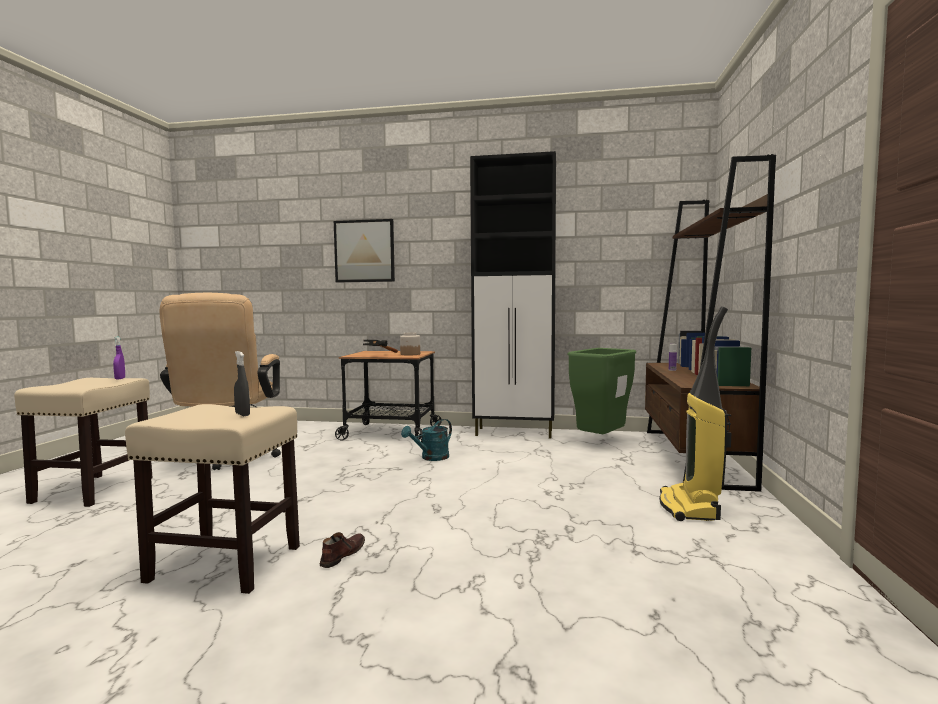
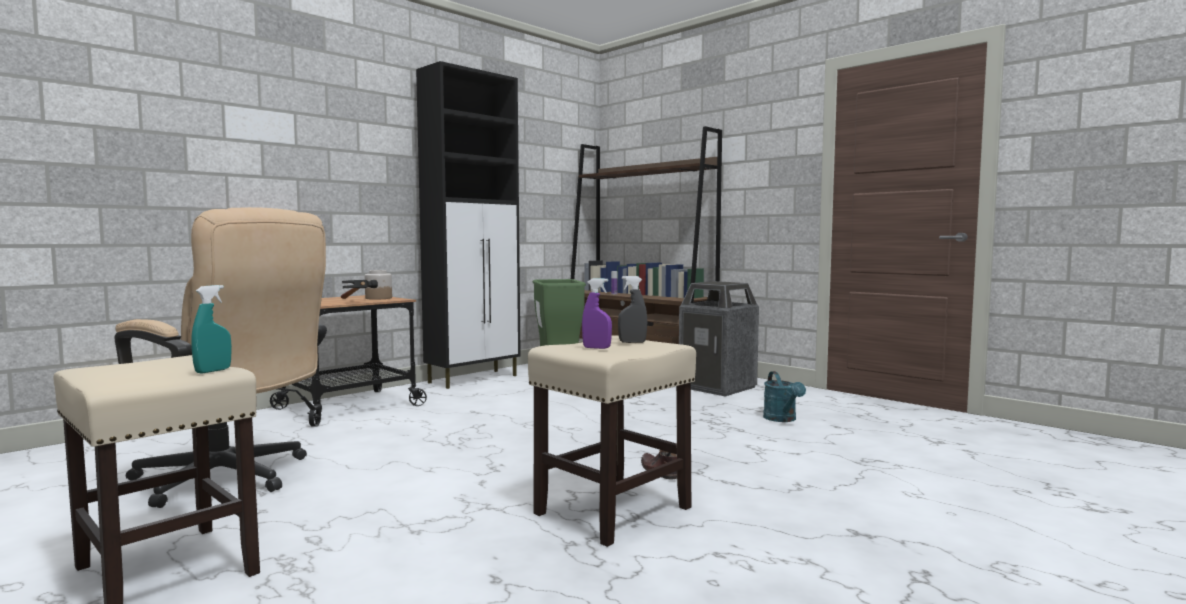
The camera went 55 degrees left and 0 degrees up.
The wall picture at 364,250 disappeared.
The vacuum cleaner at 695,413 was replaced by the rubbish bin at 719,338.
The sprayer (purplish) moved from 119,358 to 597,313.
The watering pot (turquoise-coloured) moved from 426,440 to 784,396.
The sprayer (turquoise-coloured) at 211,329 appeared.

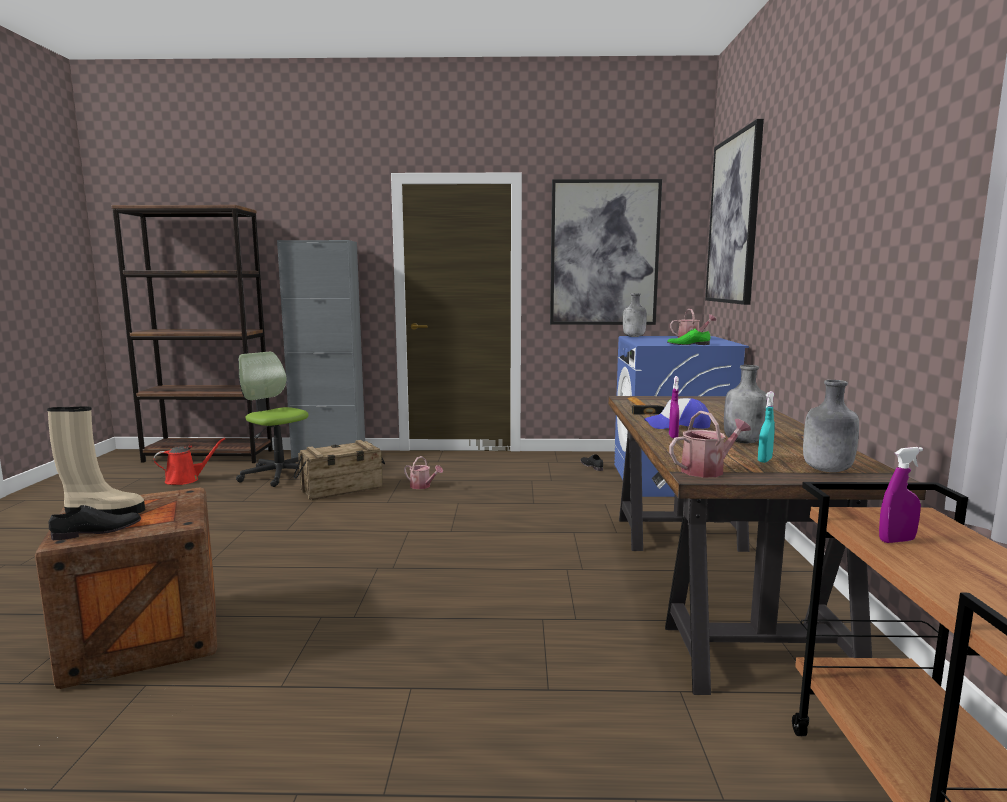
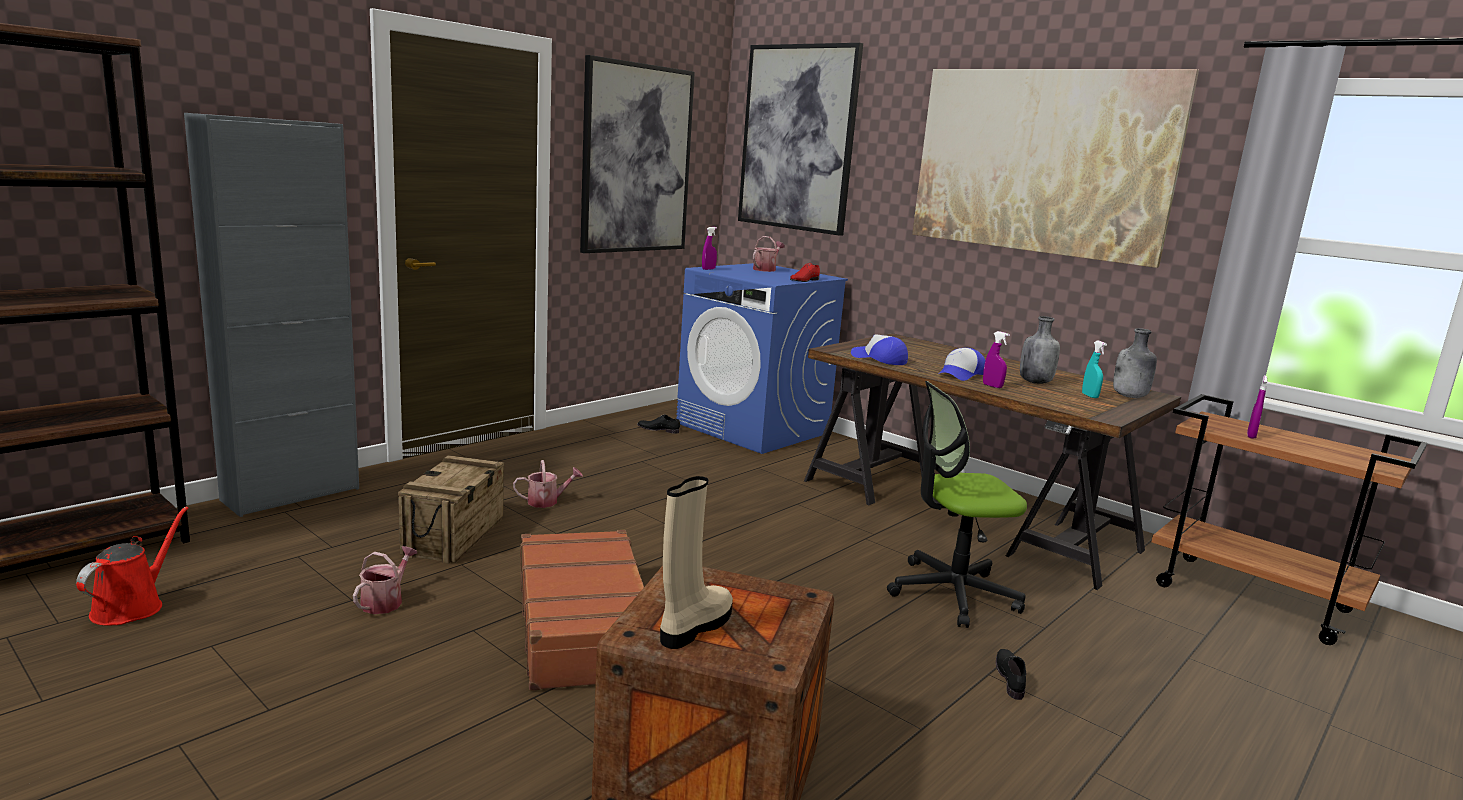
The camera went 50 degrees left and 5 degrees up.
The drink bottle (grey) at 635,315 was replaced by the sprayer (purplish) at 709,248.
The item of footwear (green) at 688,336 became the item of footwear (red) at 805,272.
The desk chair moved from 272,419 to 957,504.
The hand hammer at 646,406 was replaced by the cap at 879,349.
The watering pot moved from 710,444 to 385,580.
The item of footwear (blackish) moved from 95,522 to 1011,674.
The wall picture at 1055,168 appeared.
The suitcase (brown-coloured) at 582,610 appeared.

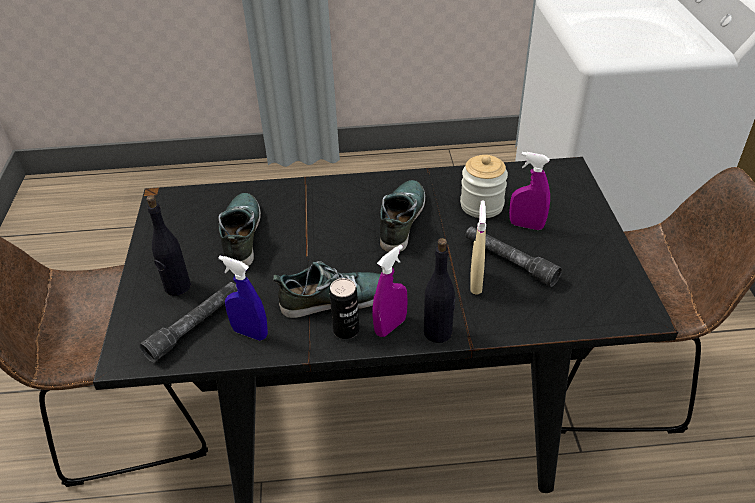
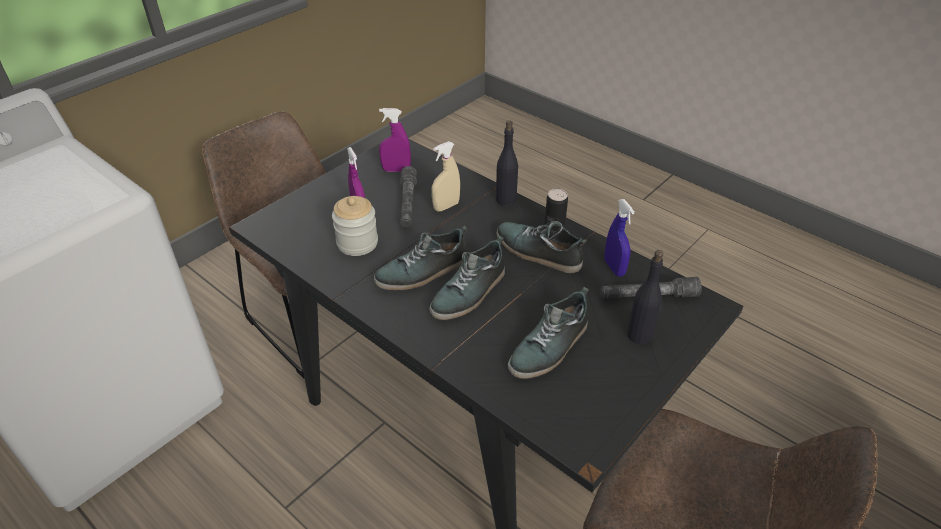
The camera went 135 degrees left and 0 degrees up.
The sprayer (purplish) moved from 390,291 to 395,140.
The item of footwear at 467,278 appeared.

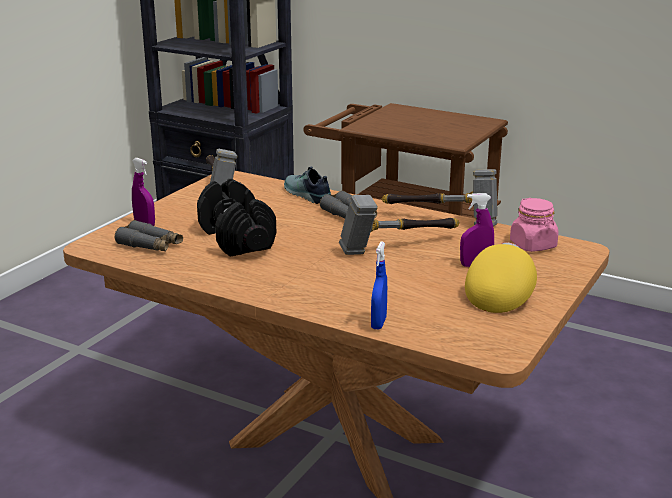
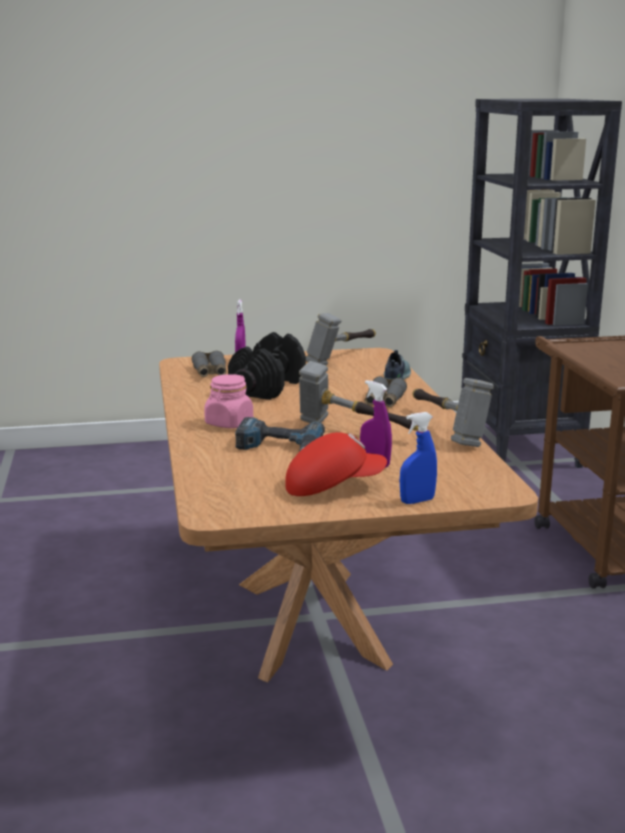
The camera went 50 degrees right and 5 degrees down.
The preserve jar (pink-coloured) moved from 534,225 to 228,401.
The sprayer (bluish) moved from 379,285 to 418,458.
The cap (yellowish) at 501,277 became the cap (red) at 336,464.
The electric drill at 280,434 appeared.

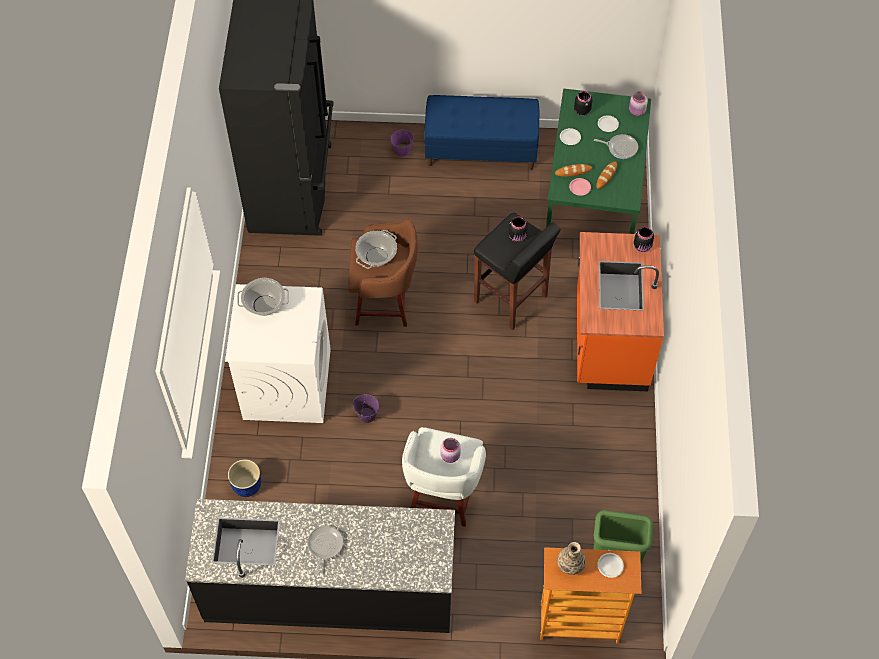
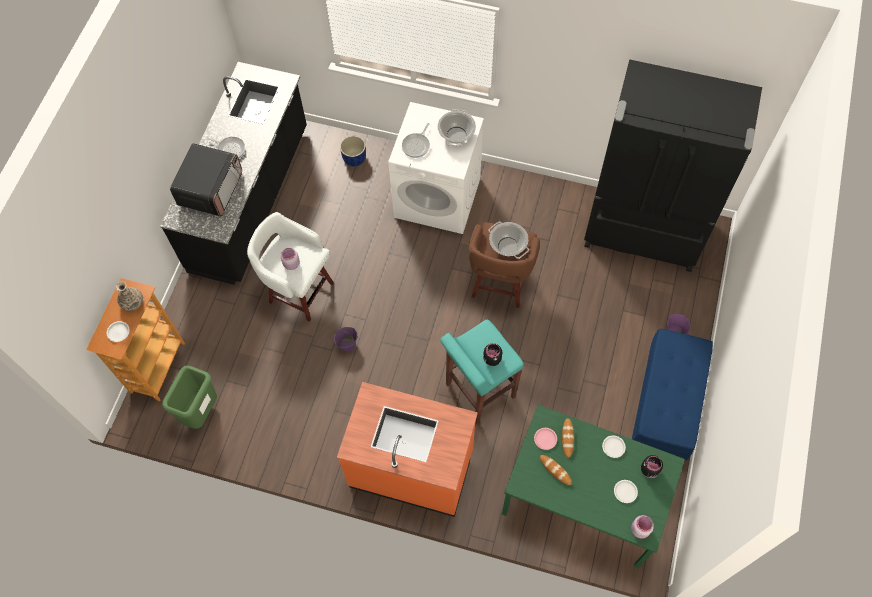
The camera went 105 degrees right and 5 degrees up.
The skillet moved from 616,146 to 415,140.
The stool seat (blackish) at 517,271 became the stool seat (turquoise-coloured) at 482,372.
The preserve jar (blackish) at 644,239 disappeared.
The bucket (purplish) moved from 366,408 to 345,339.
The microwave at 206,179 appeared.

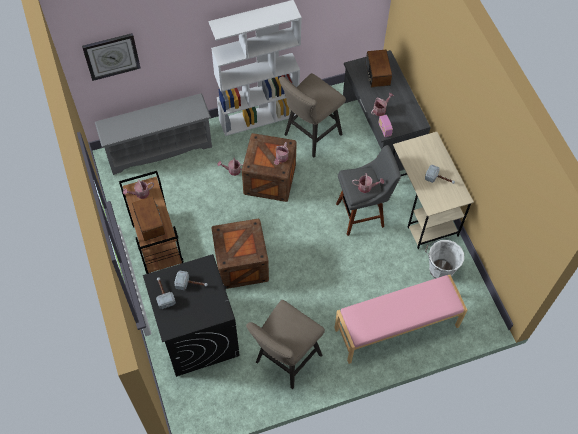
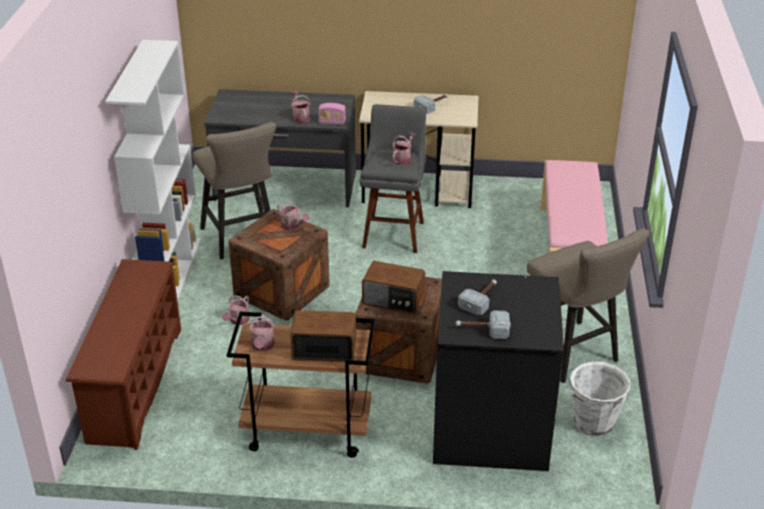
The camera went 65 degrees left and 25 degrees down.
The wall clock at 111,57 disappeared.
The radio receiver moved from 379,68 to 393,287.
The shoe stand (grey) at 153,134 became the shoe stand (brown-coloured) at 123,354.
The bucket (white-coloured) moved from 444,258 to 599,399.

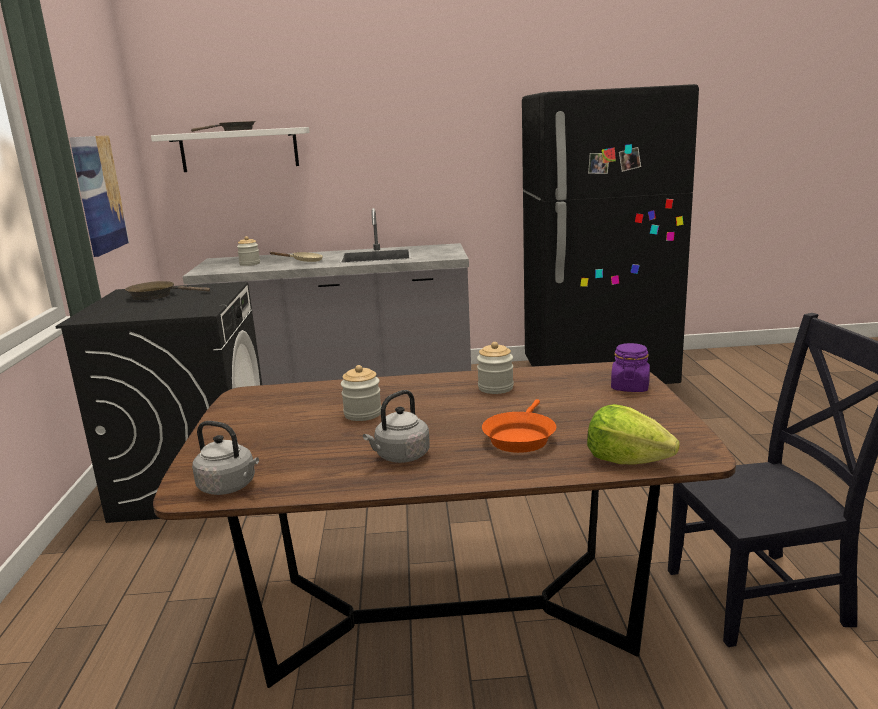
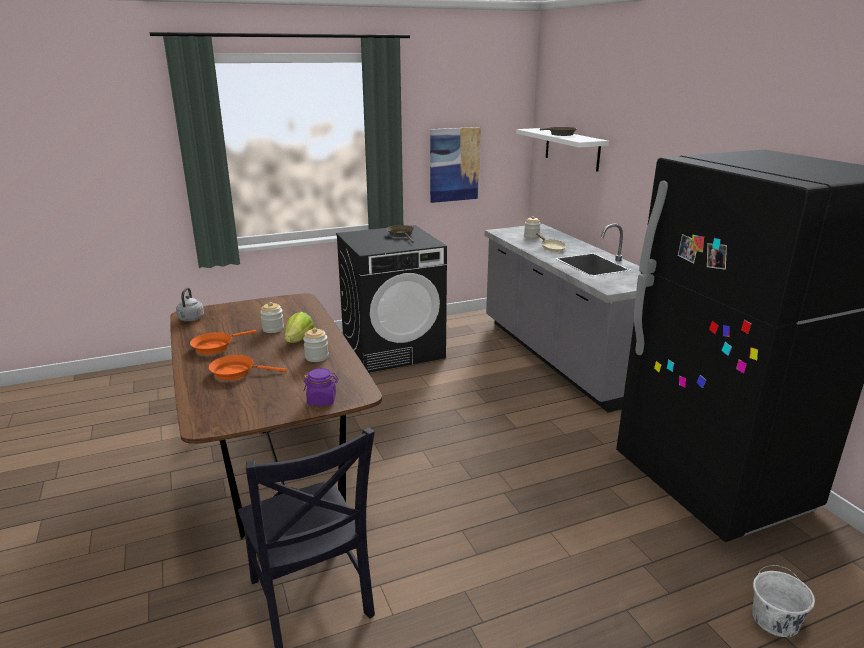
The camera went 70 degrees right and 5 degrees up.
The water kettle (grey) at 396,426 was replaced by the skillet (orangey) at 223,342.
The lettuce head moved from 633,434 to 299,327.
The bucket (white-coloured) at 783,601 appeared.

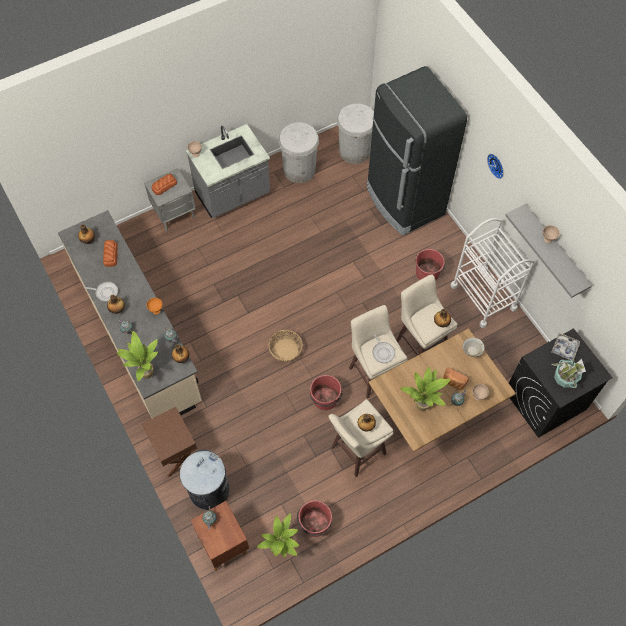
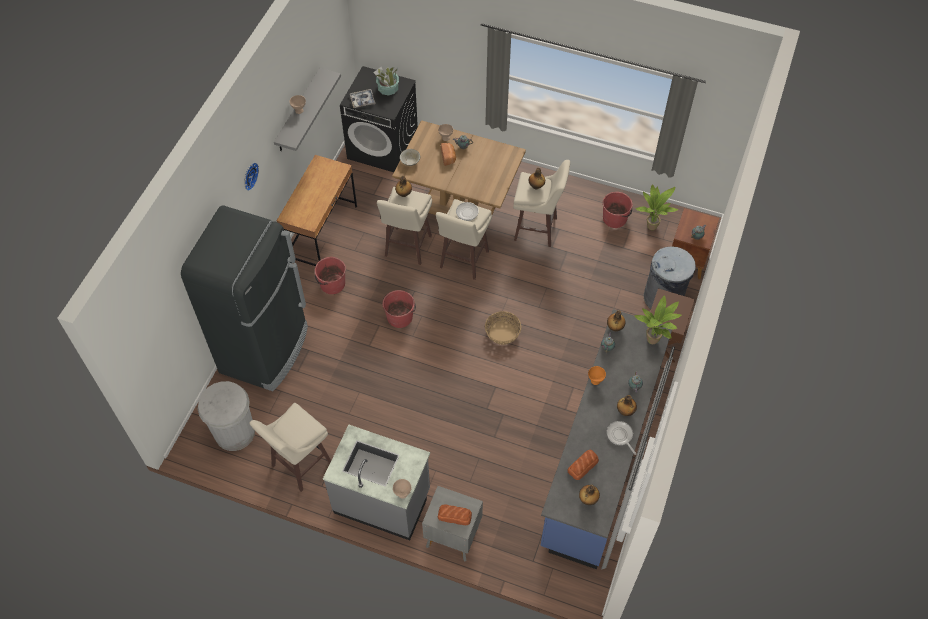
The camera went 130 degrees left and 5 degrees down.
The rubbish bin (white-coloured) at 299,152 was replaced by the stool seat (beige-coloured) at 290,447.
The kitchen base unit (beige-coloured) at 130,314 became the kitchen base unit (bluish) at 606,439.
The wheeled cart (white-coloured) at 493,273 was replaced by the desk (brown-coloured) at 317,210.
The potted plant at 425,389 disappeared.
The bucket (red) moved from 326,392 to 399,309.

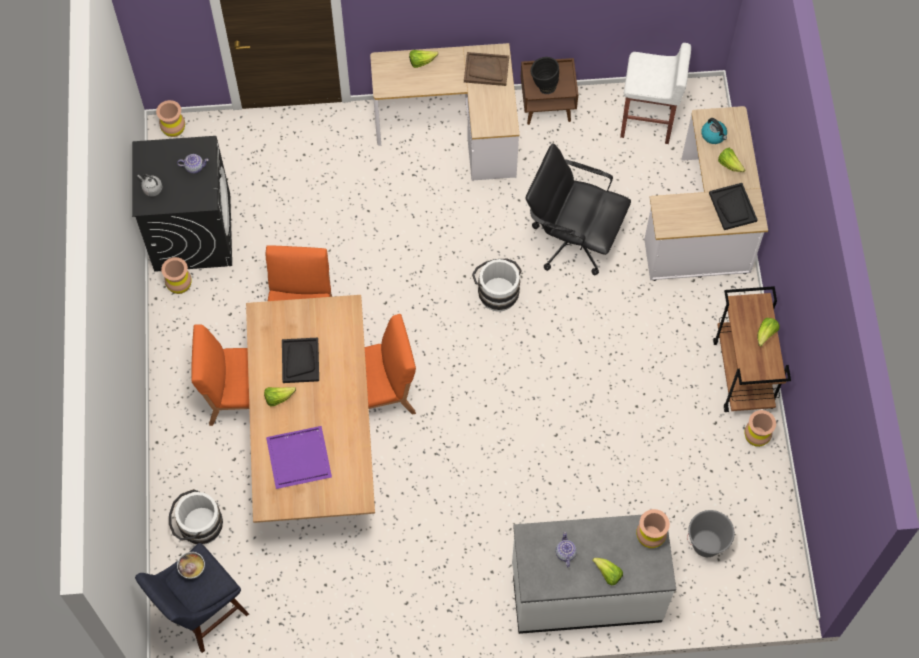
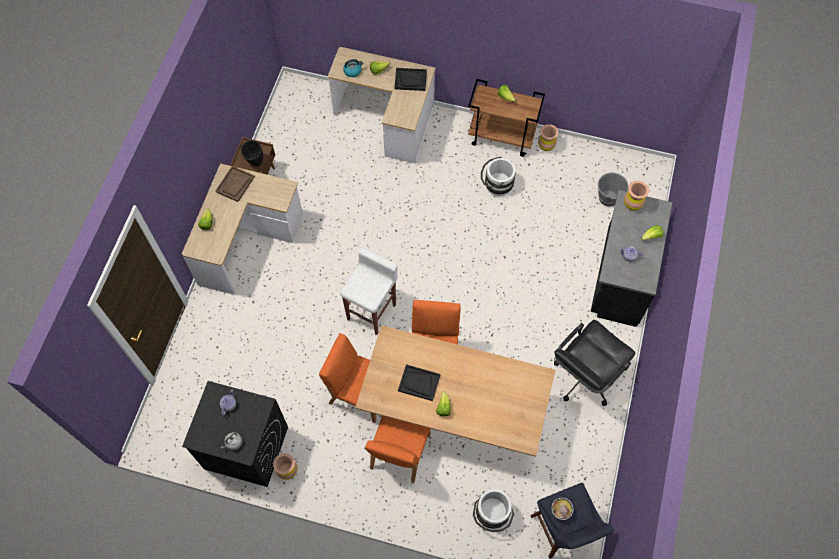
The camera went 70 degrees left and 0 degrees up.
The stool seat (white-coloured) moved from 655,93 to 369,291.
The flower vase (brown-coloured) at 170,118 disappeared.
The desk chair (blackish) moved from 578,209 to 595,363.
The bucket (white-coloured) moved from 497,285 to 498,176.
The serving tray (purplish) at 299,457 disappeared.
The kitchen base unit (white-coloured) at 594,573 became the kitchen base unit (blackish) at 631,258.

